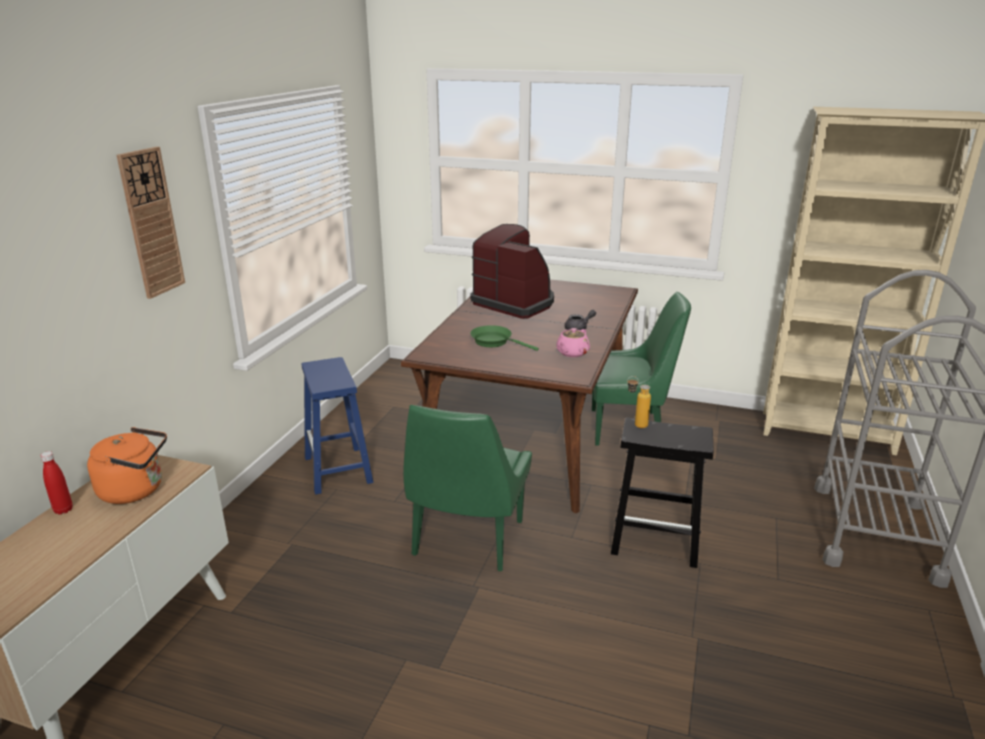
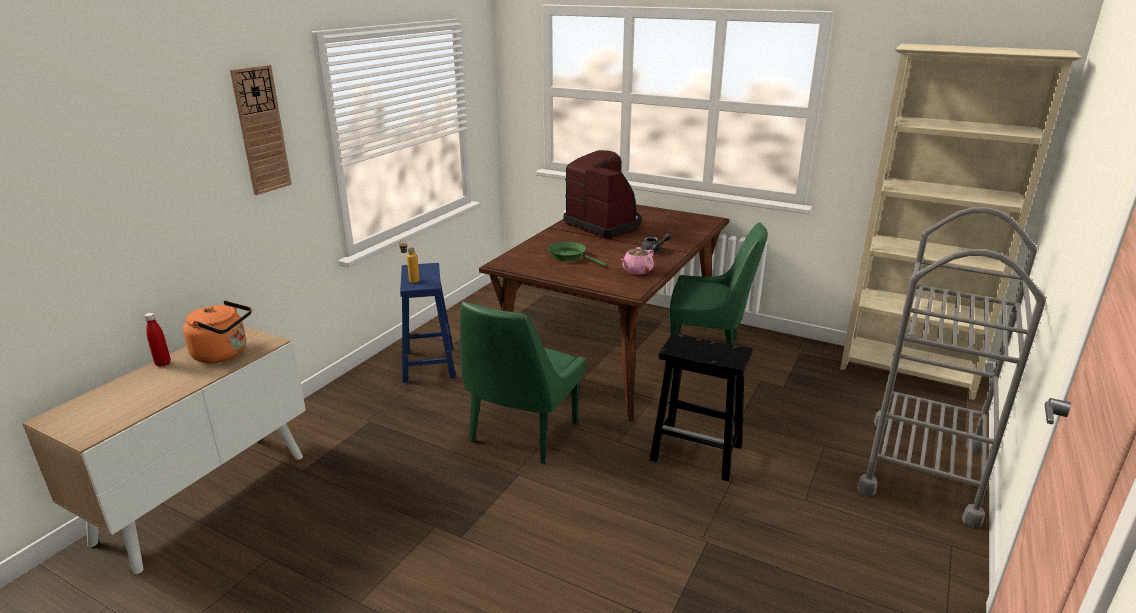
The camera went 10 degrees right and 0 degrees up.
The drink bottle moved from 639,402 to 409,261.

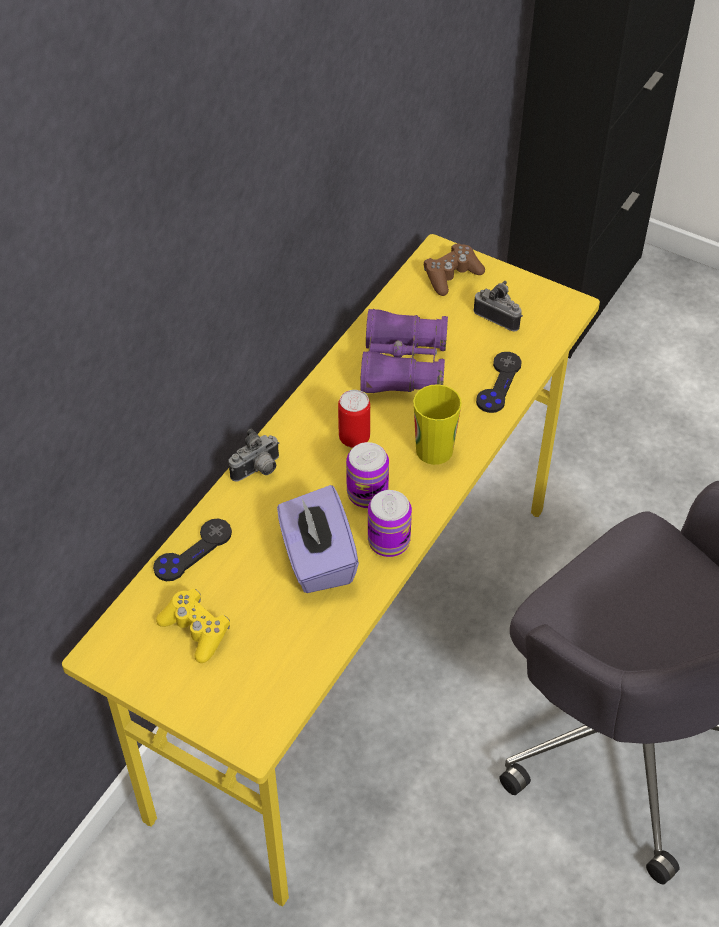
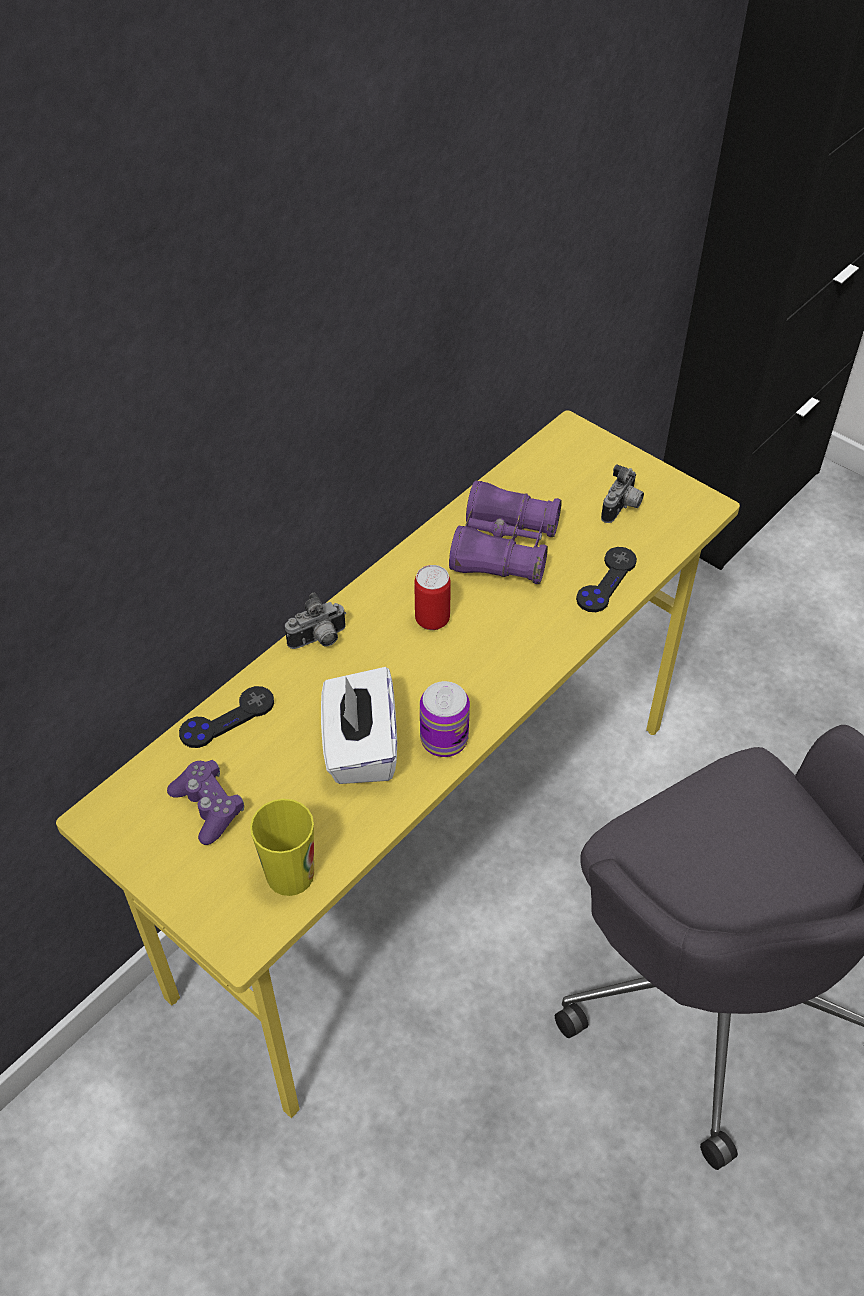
The camera went 10 degrees right and 0 degrees up.
The game controller (brown-coloured) at 454,269 disappeared.
The photo camera at 498,306 turned 75 degrees clockwise.
The cup moved from 437,424 to 282,847.
The sealed can at 367,475 disappeared.
The box of tissues (purplish) at 318,539 became the box of tissues (white-coloured) at 359,725.
The game controller (yellowish) at 193,625 became the game controller (purplish) at 205,802.

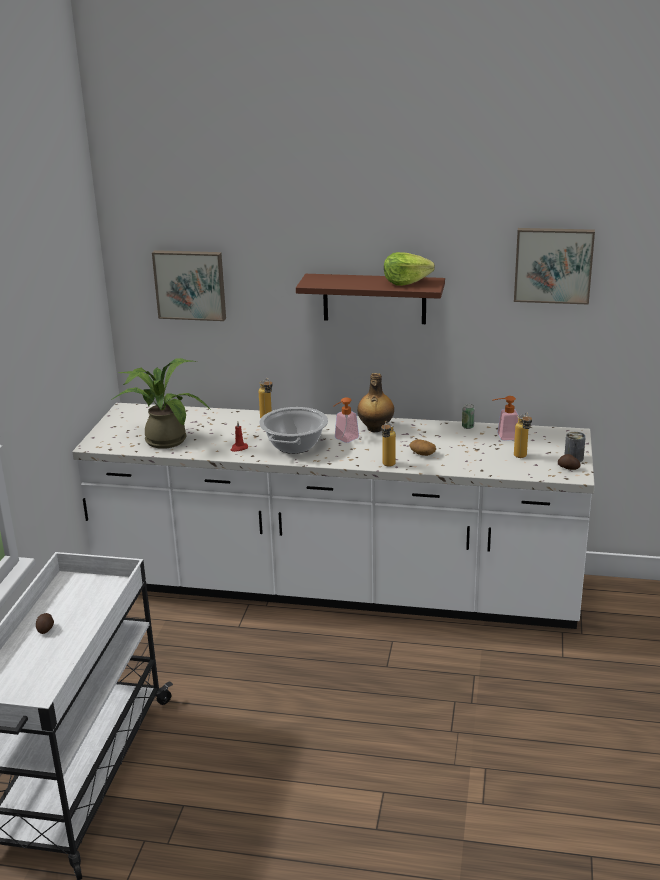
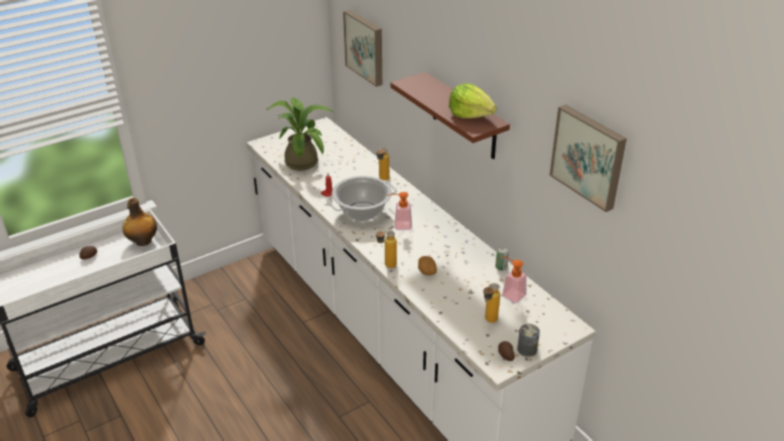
The camera went 45 degrees right and 10 degrees up.
The drink bottle moved from 375,402 to 139,222.

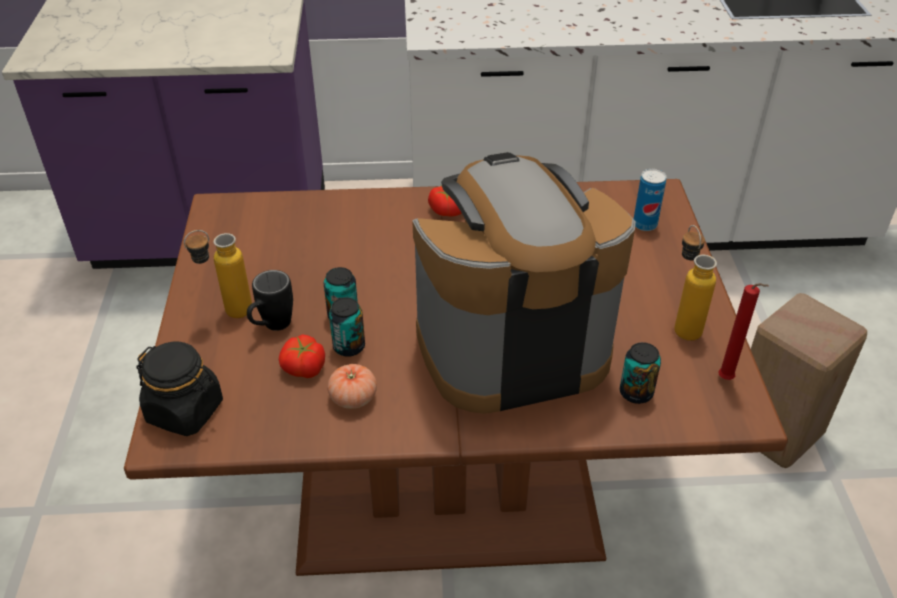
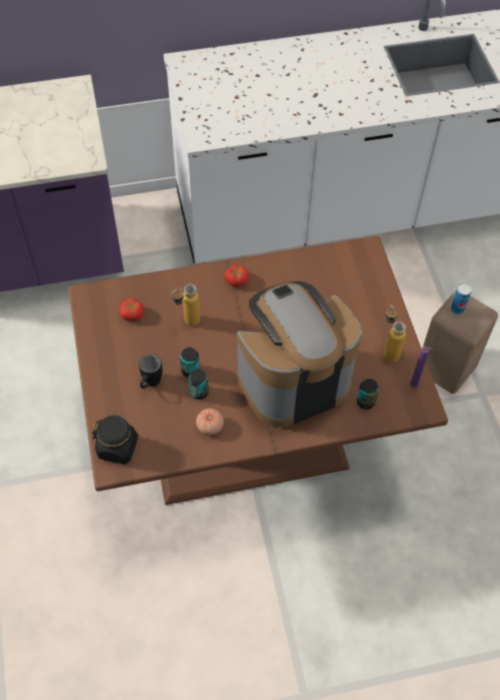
The camera went 10 degrees left and 15 degrees up.
The sealed can moved from 650,200 to 461,298.
The drink bottle moved from 218,274 to 185,305.
The wax candle (red) at 743,331 became the wax candle (purplish) at 422,367.
The tomato moved from 302,356 to 131,309.

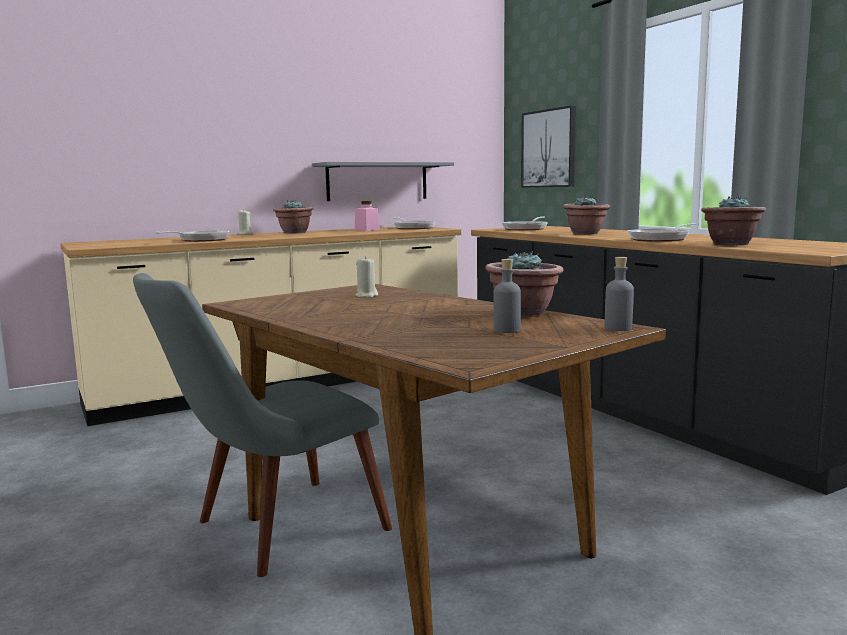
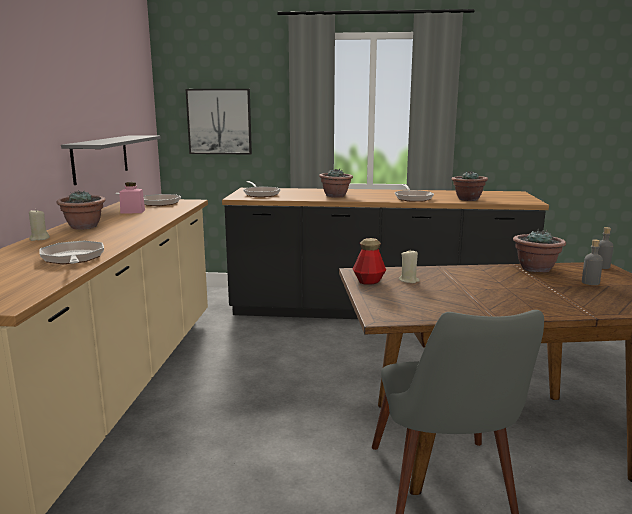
The camera went 55 degrees left and 5 degrees up.
The drink bottle at 369,261 appeared.

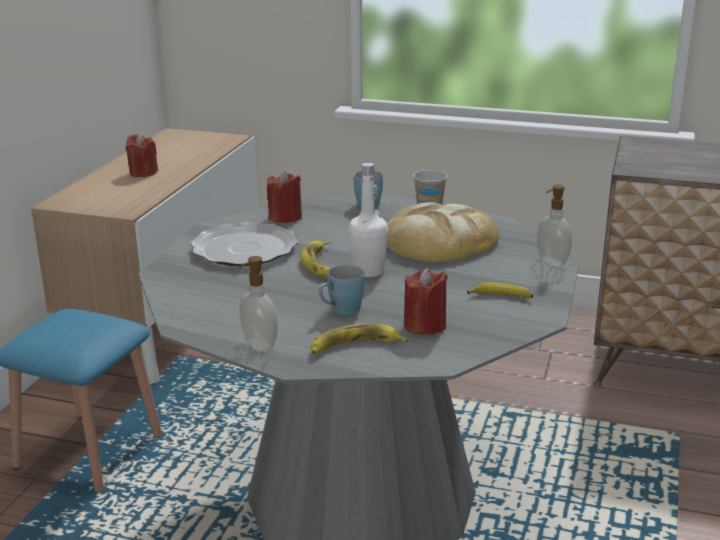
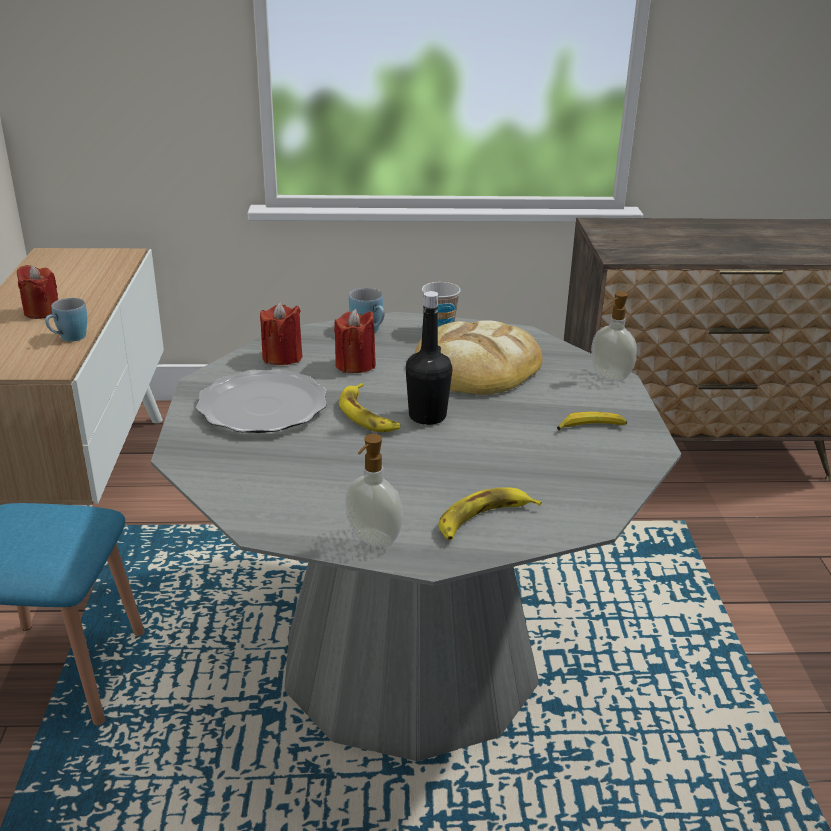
The camera went 20 degrees left and 5 degrees up.
The drink bottle (white-coloured) at 368,220 became the drink bottle (blackish) at 429,358.
The tea mug (bluish) moved from 341,290 to 66,319.
The wax candle (red) moved from 426,301 to 355,341.

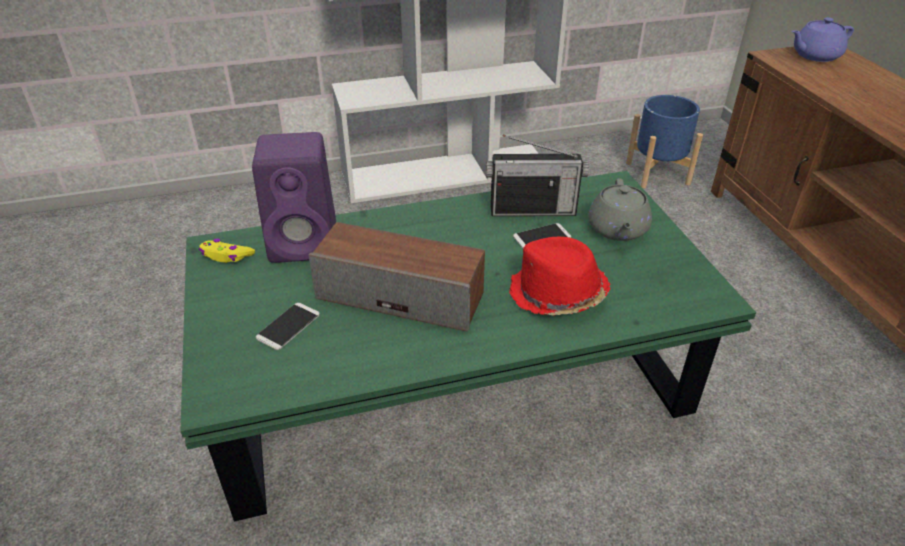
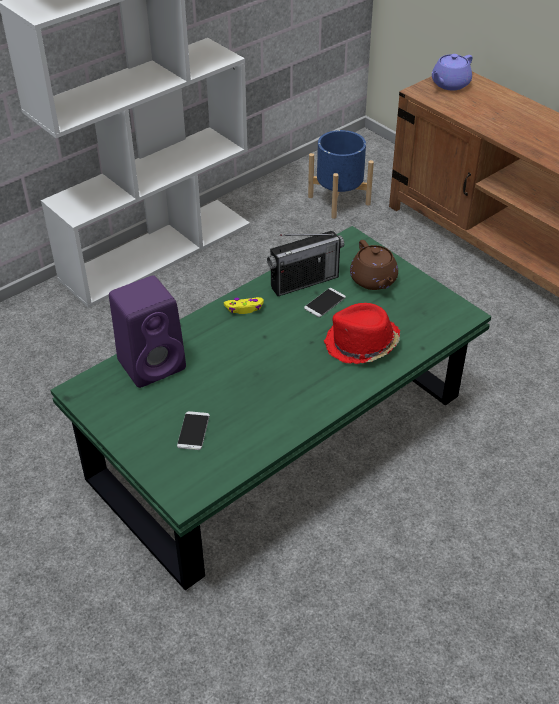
The camera went 25 degrees left and 5 degrees up.
The teapot (grey) at 620,209 became the teapot (brown-coloured) at 374,265.
The loudspeaker at 397,277 disappeared.
The game controller (yellowish) moved from 227,251 to 244,305.

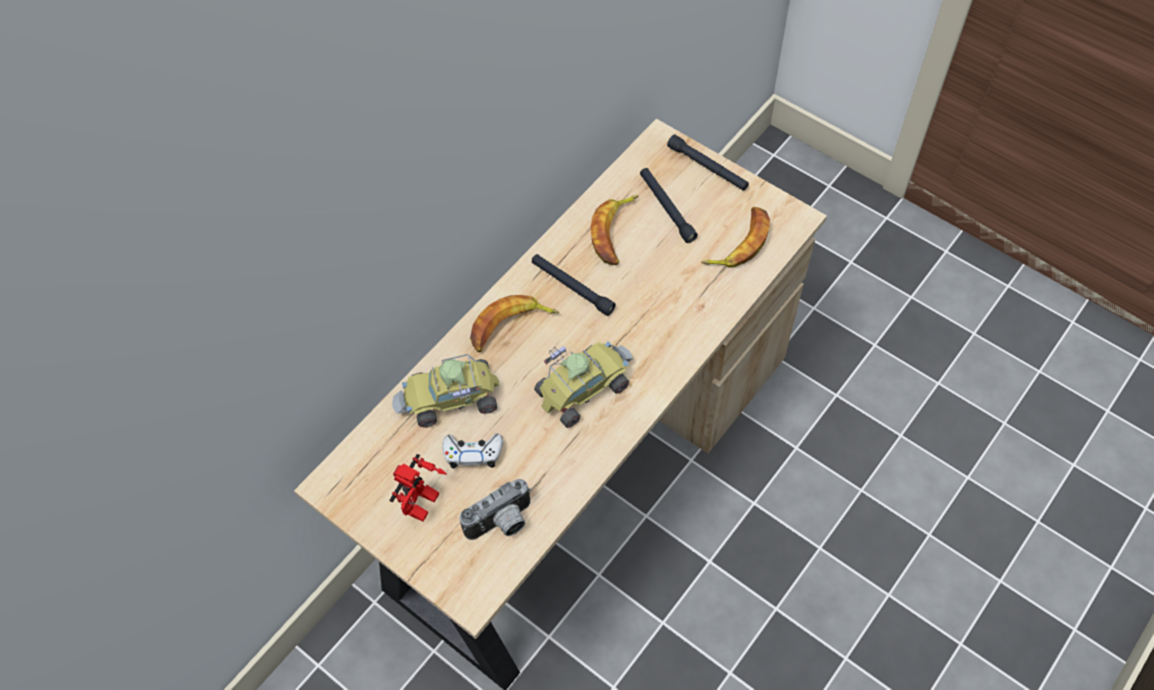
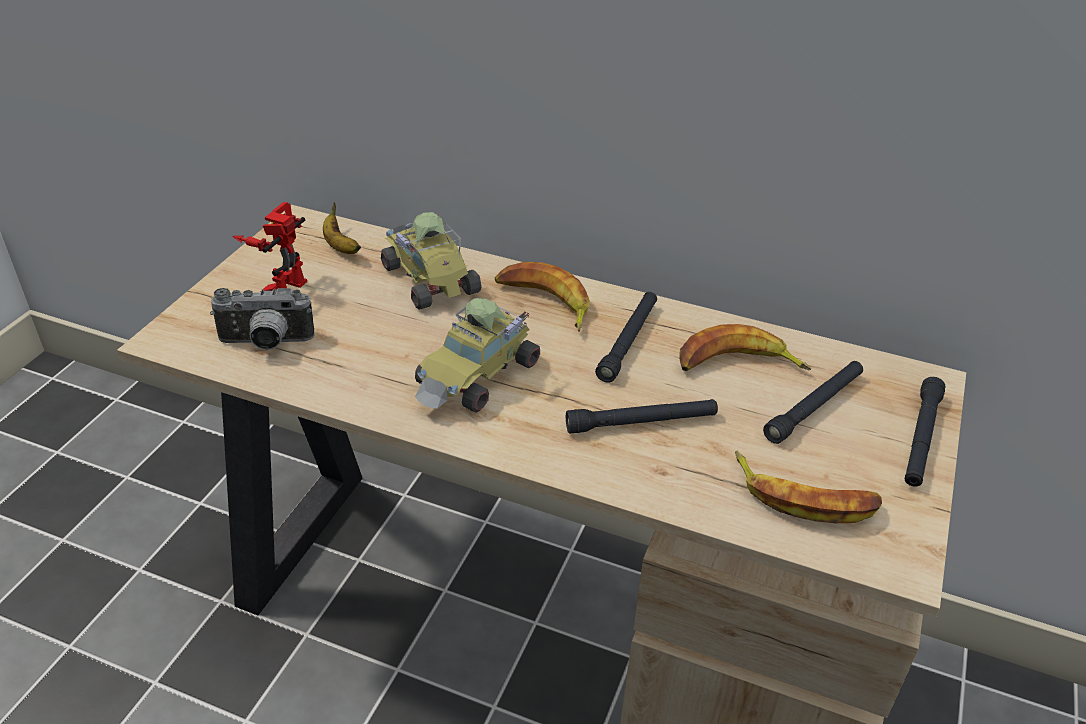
The camera went 70 degrees right and 20 degrees down.
The model car at 583,384 turned 90 degrees clockwise.
The game controller (white-coloured) at 472,450 disappeared.
The toy robot at 418,488 turned 105 degrees clockwise.
The photo camera at 495,509 turned 45 degrees counterclockwise.
The banana at 342,228 appeared.
The flashlight (blackish) at 642,416 appeared.

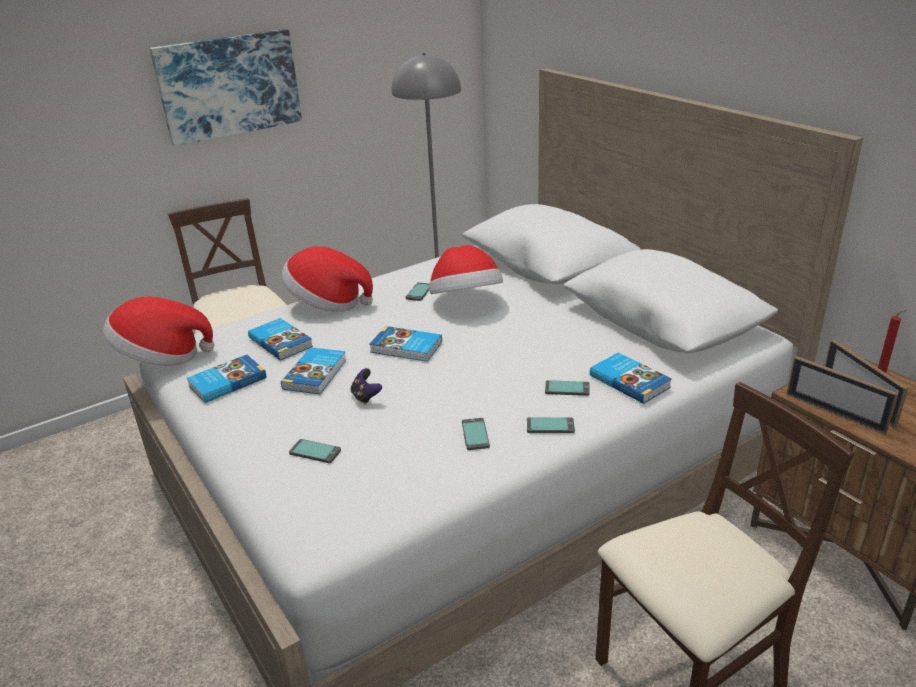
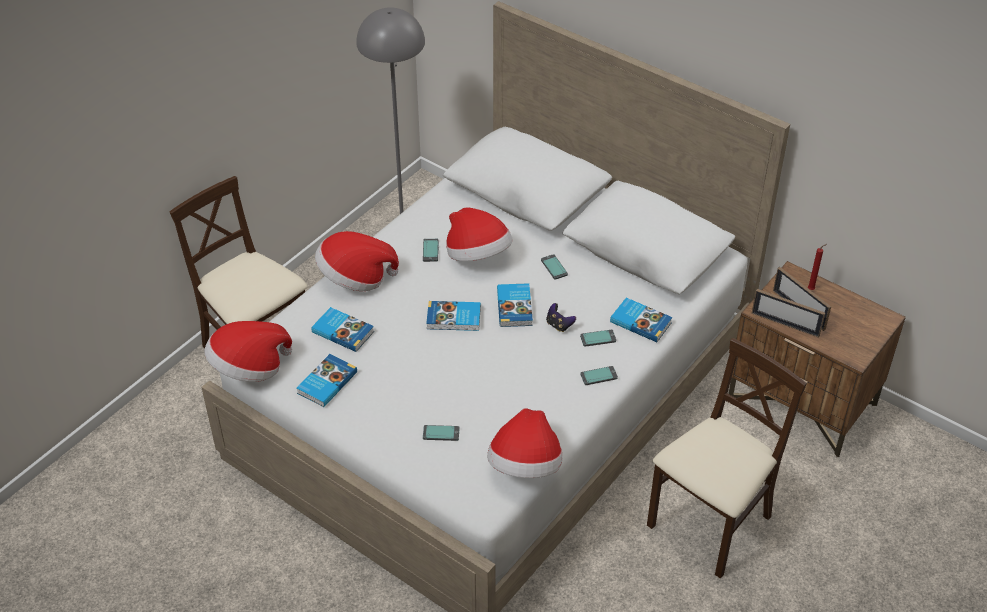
The camera went 20 degrees left and 15 degrees up.
The wall picture at 225,87 disappeared.
The volume moved from 314,370 to 515,305.
The game controller moved from 366,386 to 561,317.
The phone moved from 476,434 to 554,267.
The clothing hat at 524,443 appeared.

